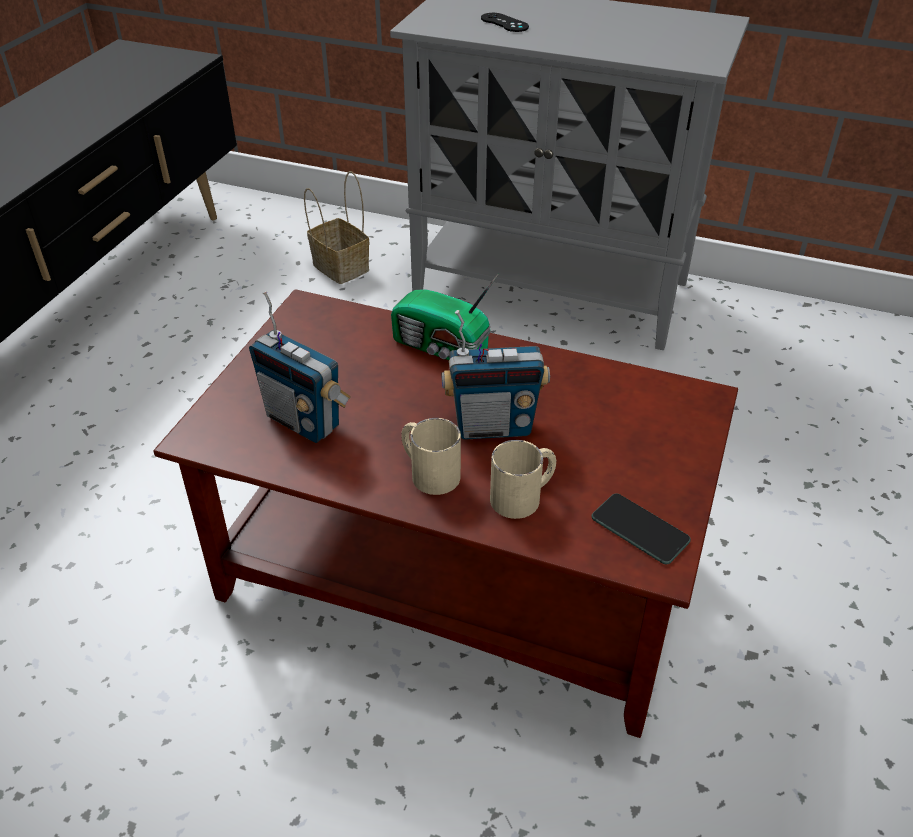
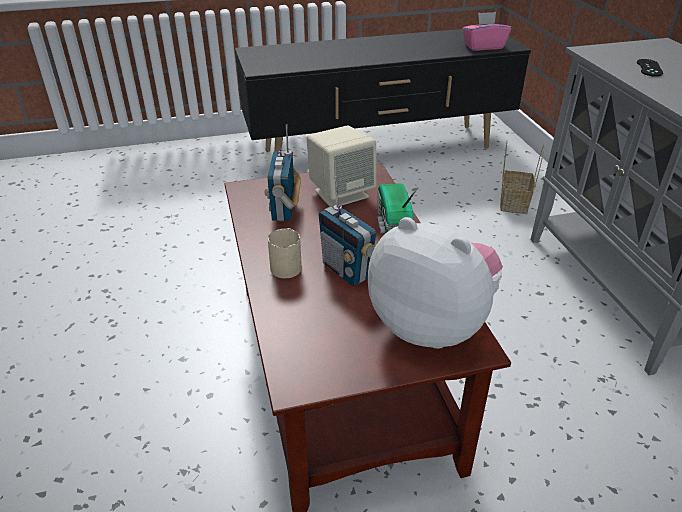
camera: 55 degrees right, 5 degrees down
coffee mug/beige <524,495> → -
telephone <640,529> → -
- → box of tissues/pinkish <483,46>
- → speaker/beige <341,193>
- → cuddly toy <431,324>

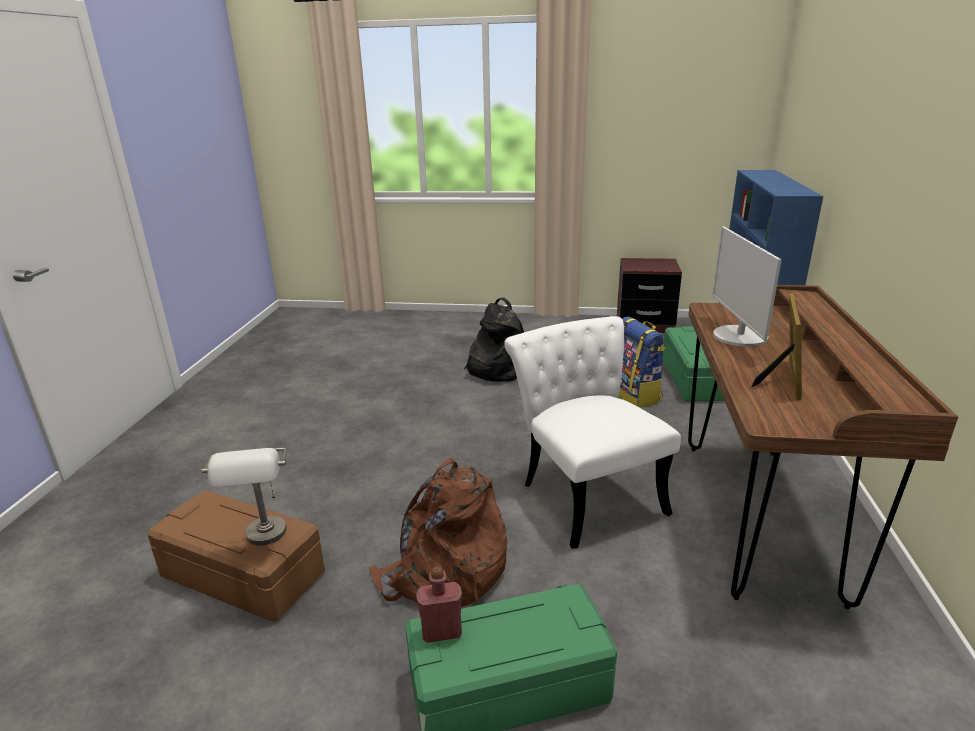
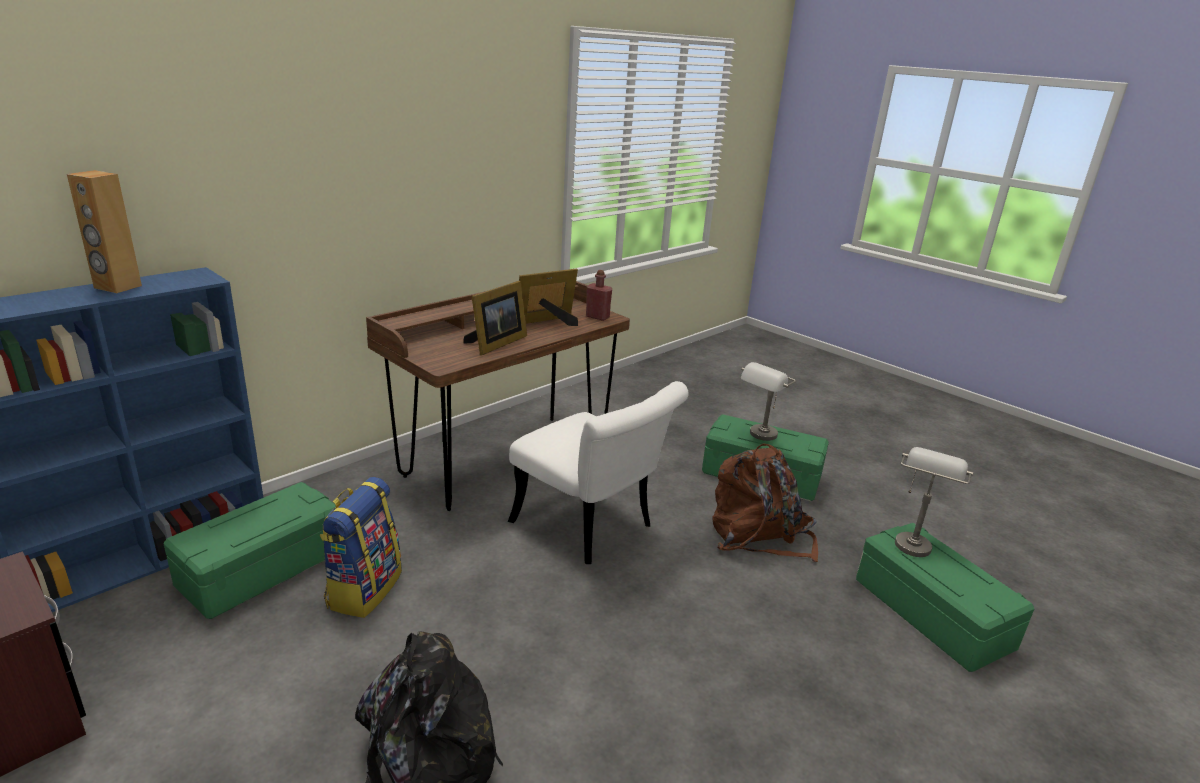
camera: 145 degrees left, 0 degrees up
computer screen <739,337> → standing frame <495,343>
plain chair/white-coloured <585,493> → plain chair/white-coloured <591,528>, 60 degrees counterclockwise
storage box/brown <245,573> → storage box/green-coloured <930,613>
drink bottle/red <441,632> → drink bottle/red <597,317>, moved
- → speaker/brown <117,287>
- → lamp for a table/greyish <759,437>

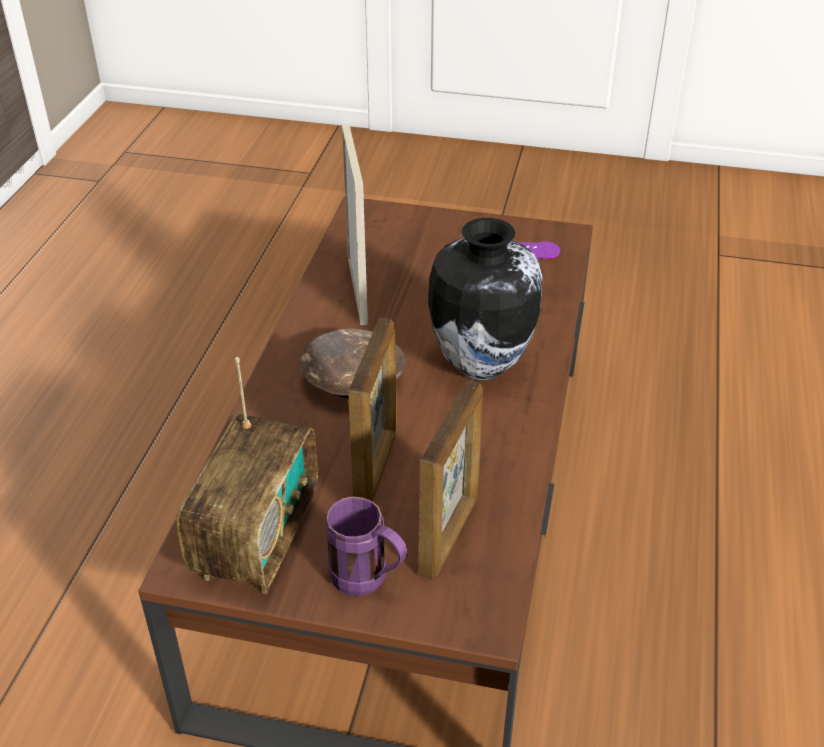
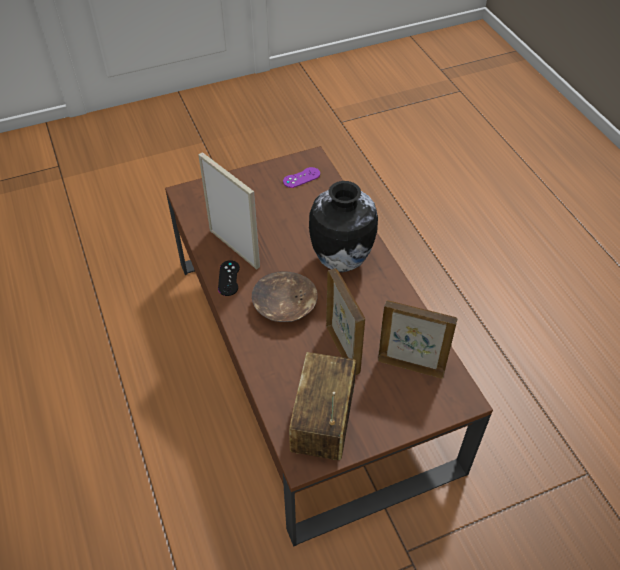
camera: 35 degrees left, 10 degrees up
radio <256,539> → radio <323,424>, 150 degrees counterclockwise
standing frame <449,535> → standing frame <410,365>, 60 degrees counterclockwise
coffee mug/purplish <369,582> → -
- → game controller/blackish <229,278>

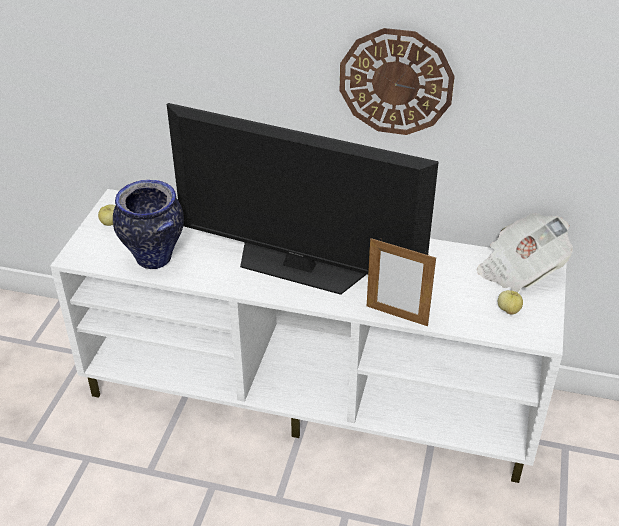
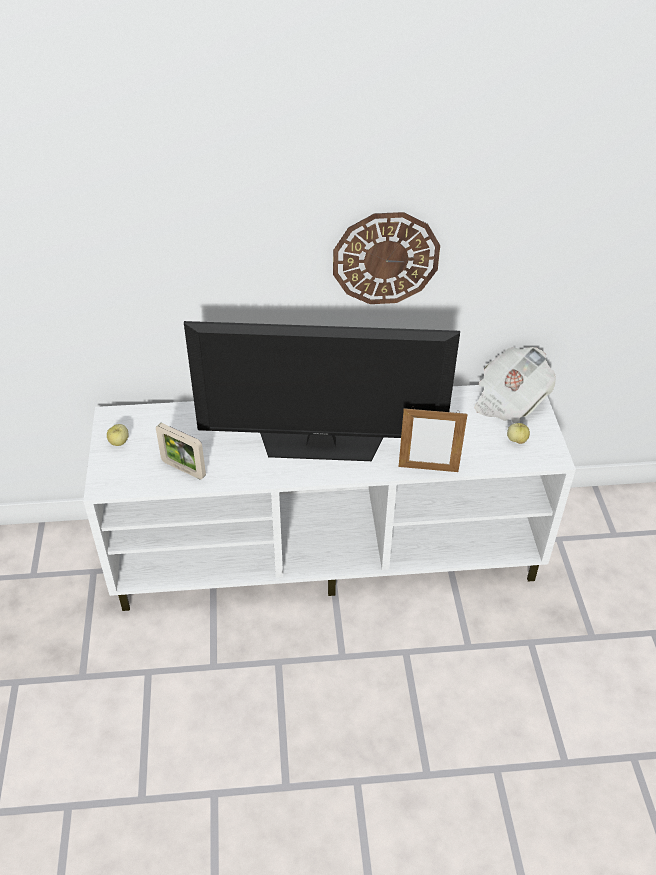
camera: 20 degrees left, 5 degrees up
flower vase <155,259> → standing frame <183,469>

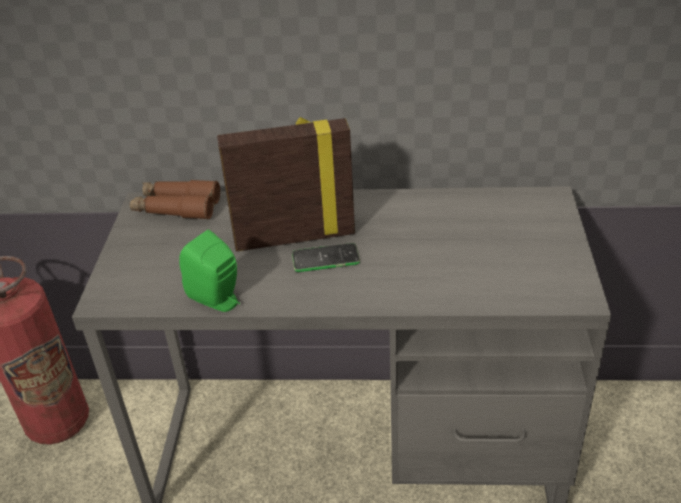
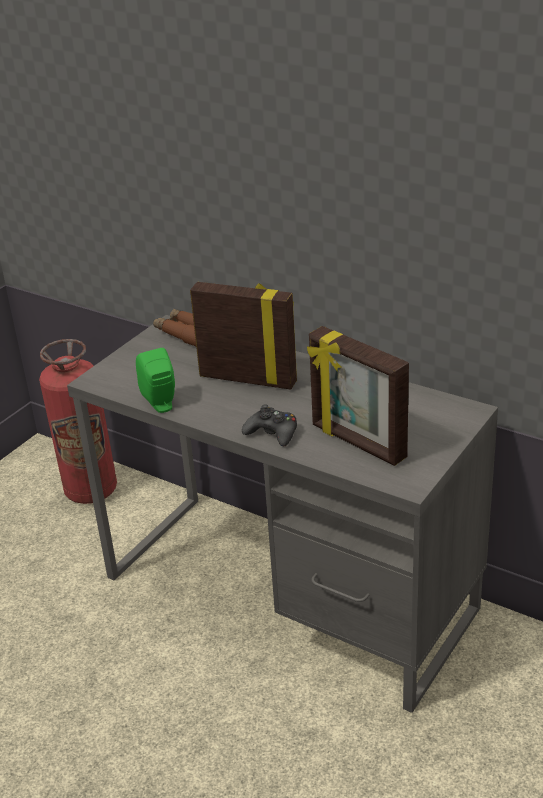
camera: 30 degrees right, 5 degrees down
telephone <325,259> → -
- → standing frame <357,443>
- → game controller/blackish <272,433>

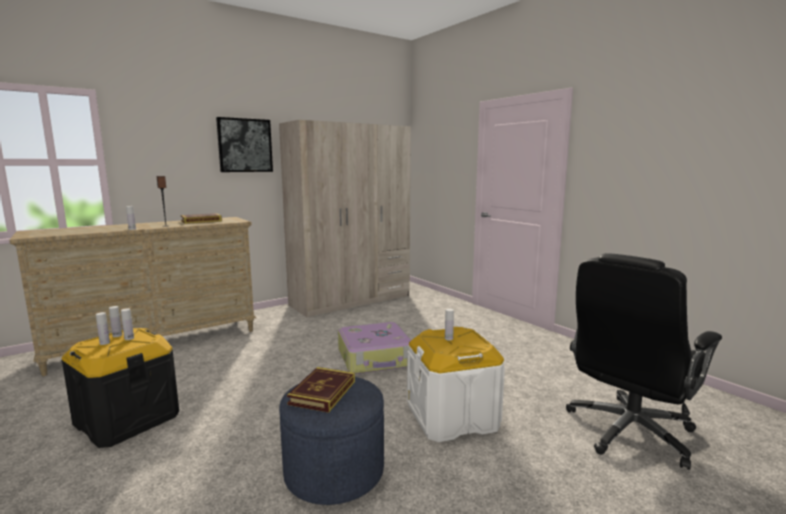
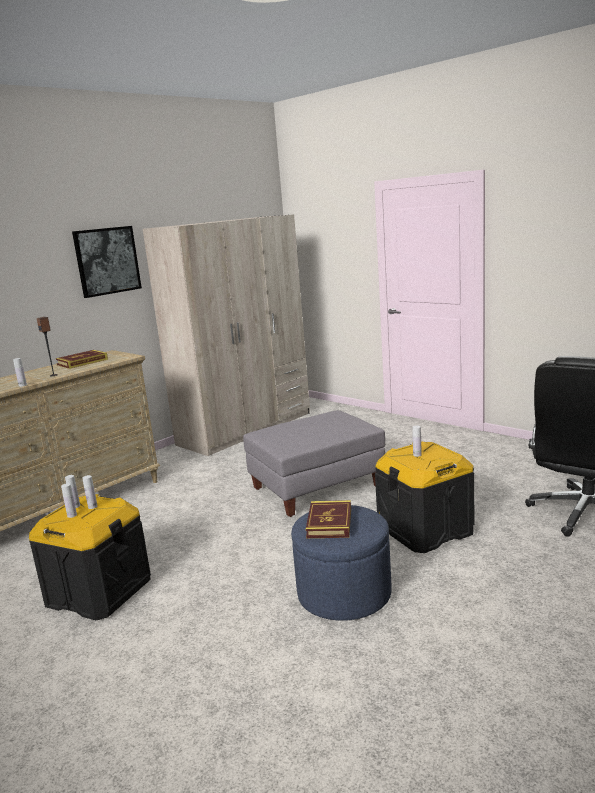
camera: 10 degrees left, 5 degrees up
travel case <375,358> → ottoman/greyish <316,488>
storage box/white-coloured <452,416> → storage box/blackish <425,529>

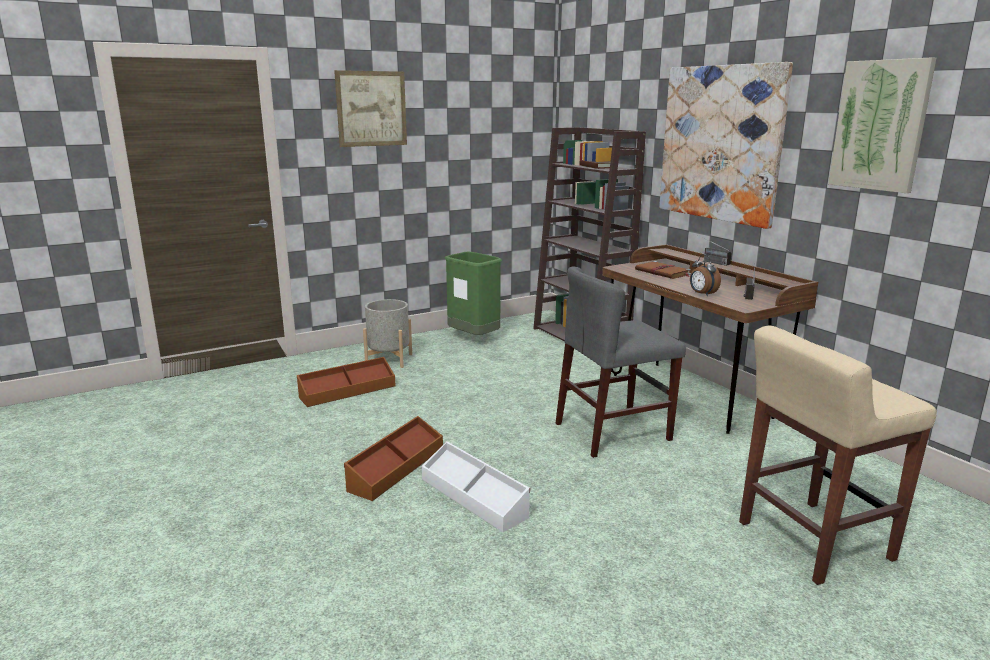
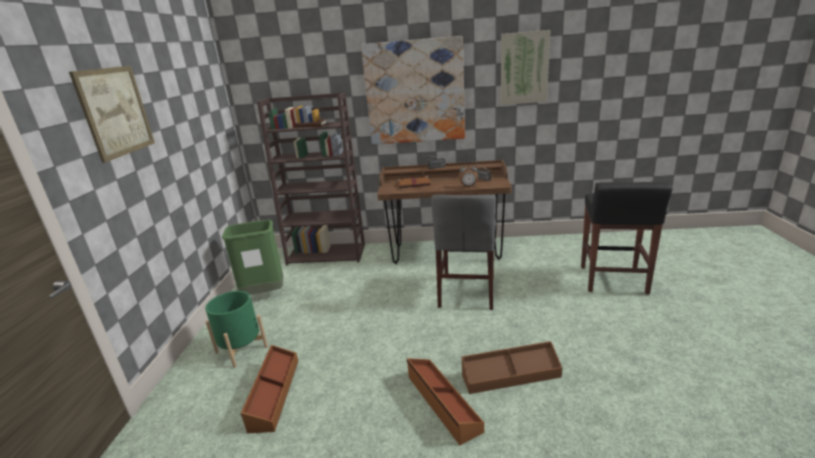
camera: 55 degrees left, 5 degrees up
flower pot/greyish <389,360> → flower pot/green-coloured <241,349>
stool seat/beige <812,541> → stool seat/blackish <613,280>
storage box/white-coloured <474,497> → storage box/brown <510,375>

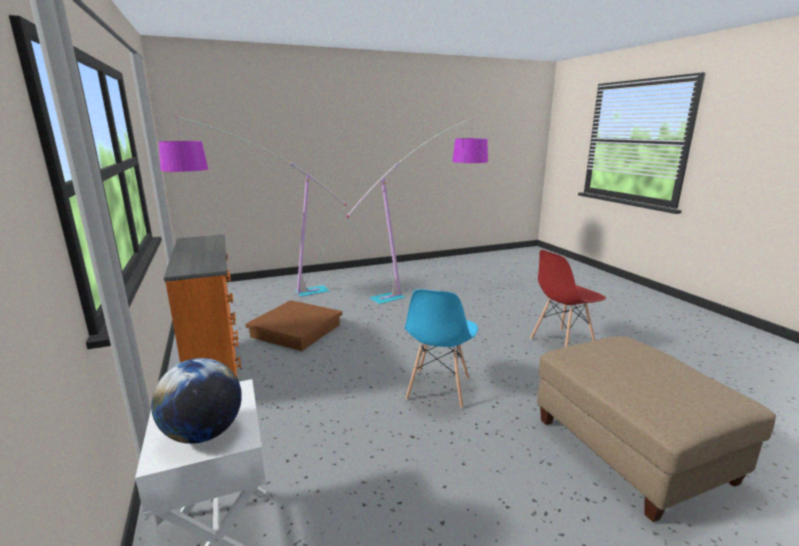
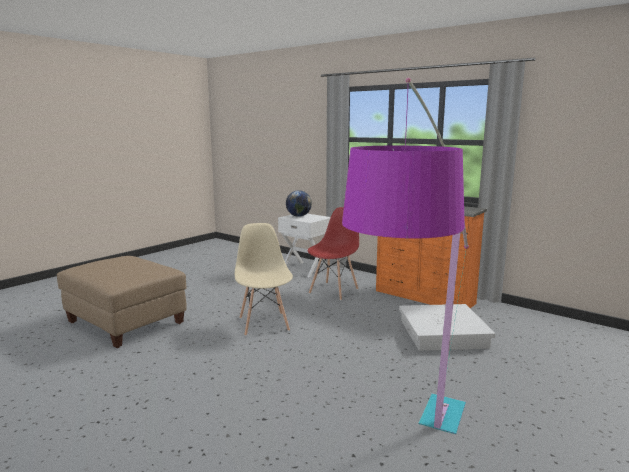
camera: 150 degrees right, 5 degrees down
floor lamp <256,300> → -
plain chair/red <562,342> → plain chair/red <334,291>, moved
plain chair/blue <438,389> → plain chair/beige <264,323>
storage box/brown <296,331> → storage box/white-coloured <442,333>

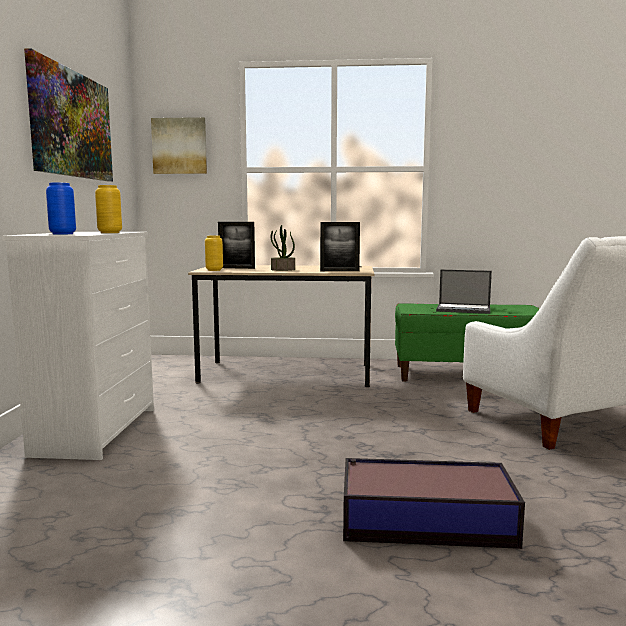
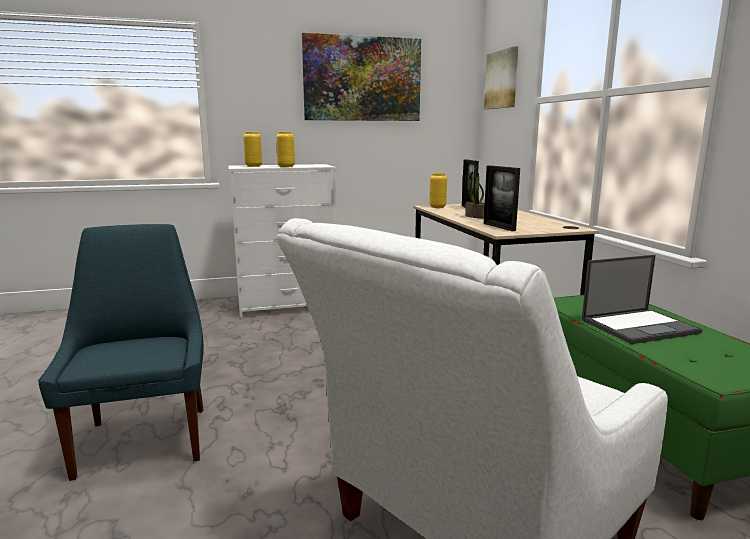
camera: 70 degrees right, 5 degrees up
flower vase/blue <62,234> → flower vase/yellowish <253,166>
laptop <464,309> → laptop <640,326>, 105 degrees counterclockwise
storage box <423,520> → plain chair/blue <145,438>

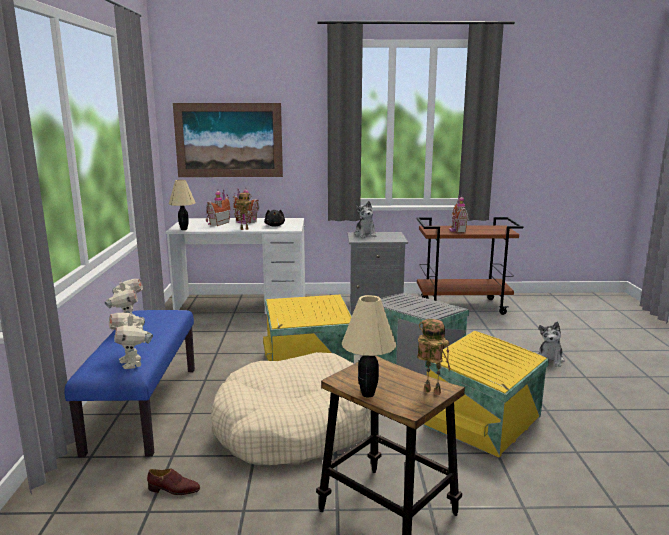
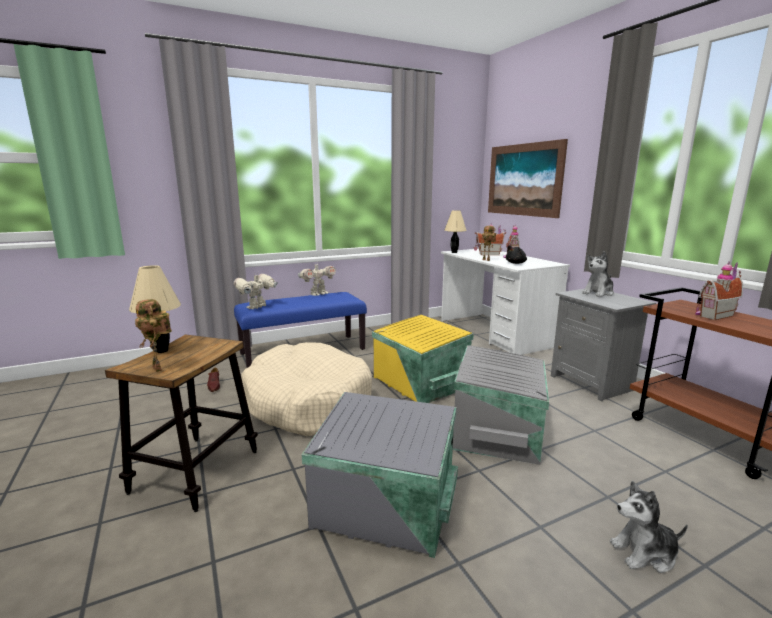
camera: 65 degrees right, 0 degrees up
toy robot <430,392> → toy robot <159,368>, 135 degrees clockwise
storage box/yellowish <485,421> → storage box/greyish <385,506>

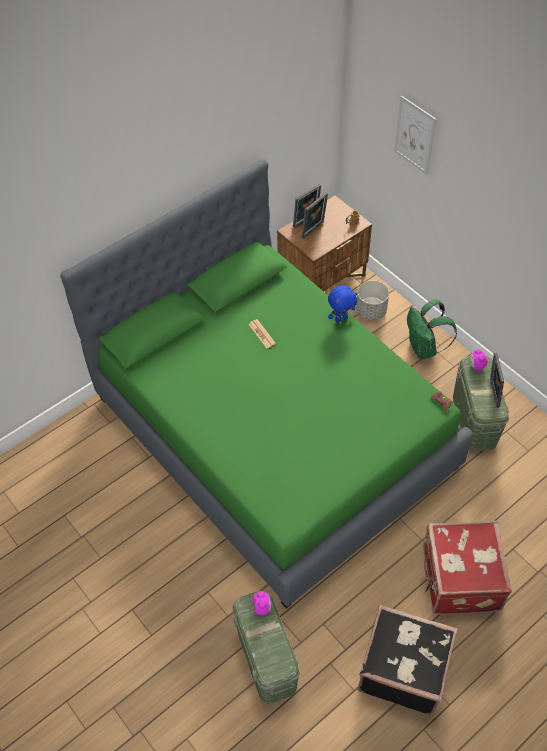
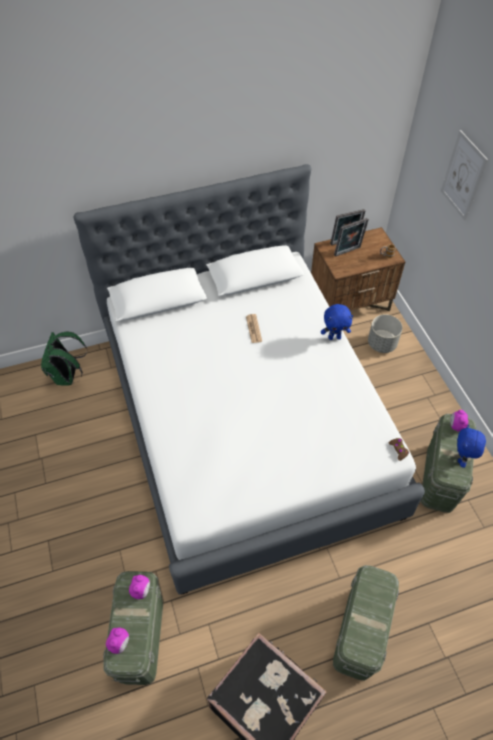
camera: 20 degrees right, 0 degrees up
bedroom bed/green-coloured <274,431> → bedroom bed/white-coloured <246,423>
backpack/green-coloured <424,349> → backpack/green-coloured <68,376>, moved
standing frame <492,393> → cuddly toy/blue <461,458>
travel case/red <458,579> → storage box/green-coloured <359,633>
- → alarm clock <120,643>

